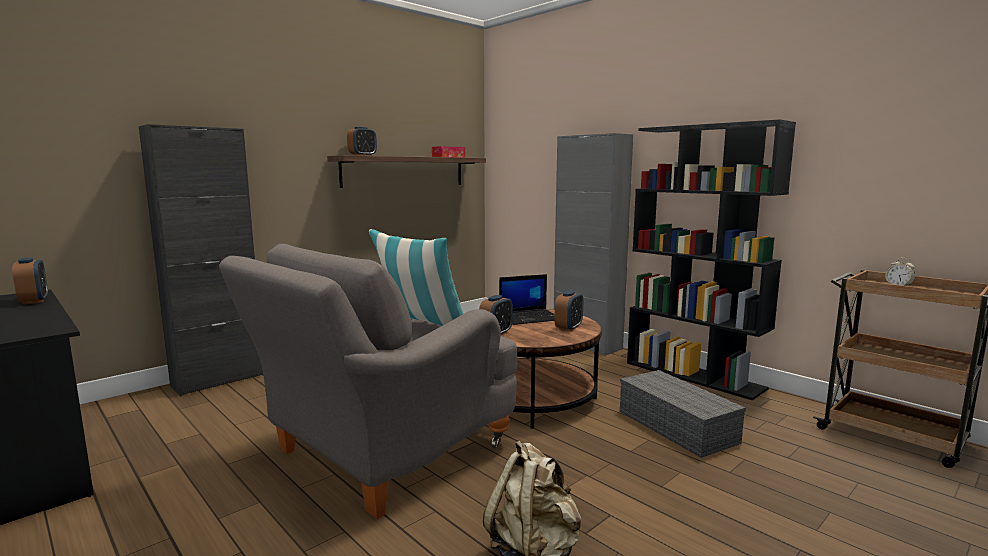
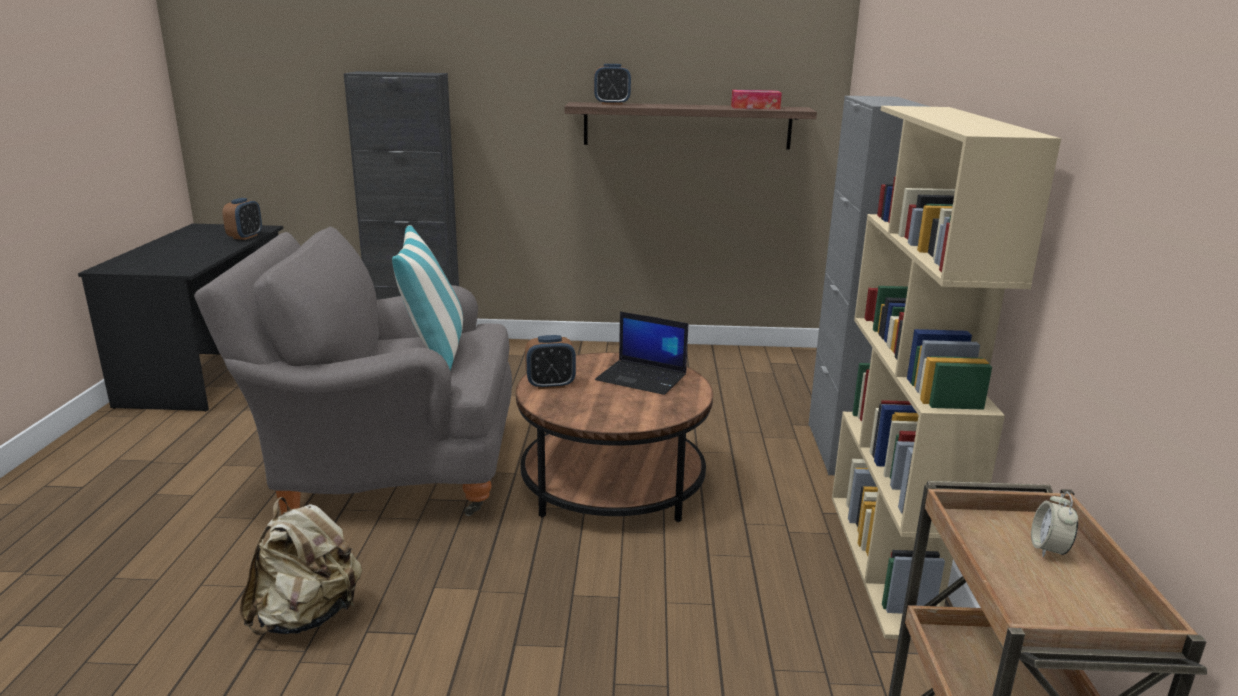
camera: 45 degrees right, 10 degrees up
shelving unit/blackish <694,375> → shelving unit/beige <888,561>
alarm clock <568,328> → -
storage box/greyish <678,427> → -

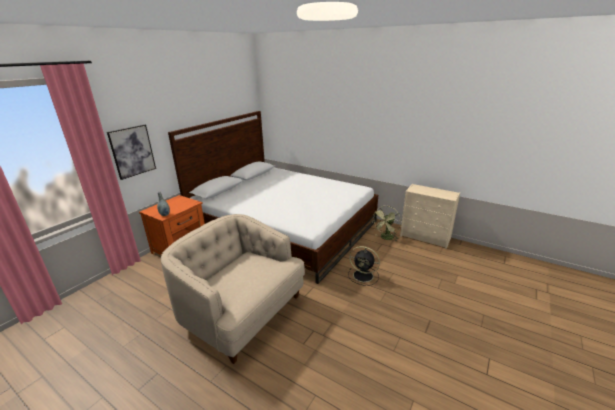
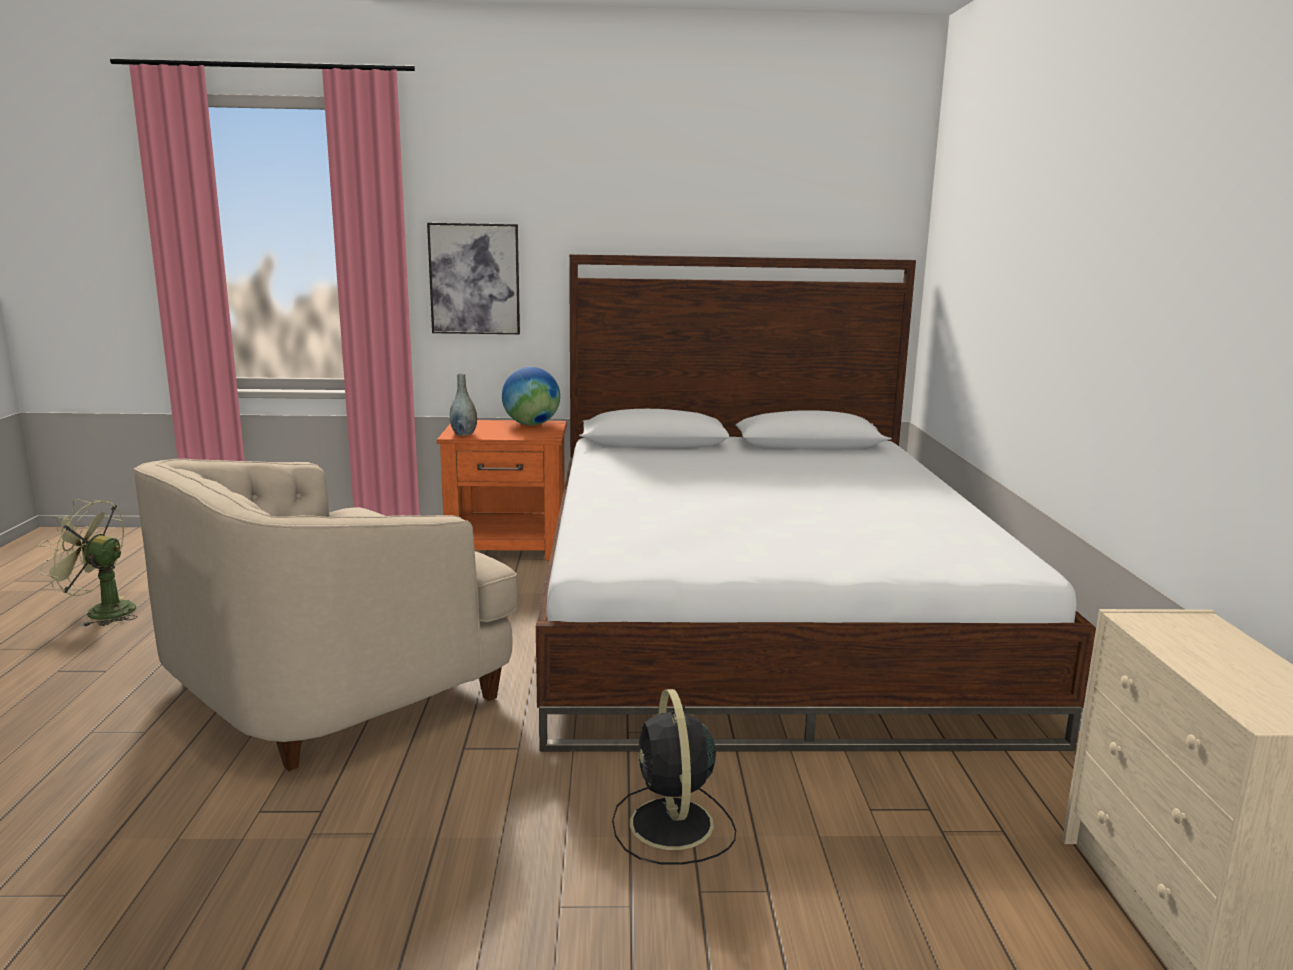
camera: 55 degrees right, 10 degrees down
cooling fan/green-coloured <386,238> → cooling fan/green-coloured <100,612>, moved
armchair/beige <241,312> → armchair/beige <334,686>, 135 degrees counterclockwise
- → desk globe <531,424>

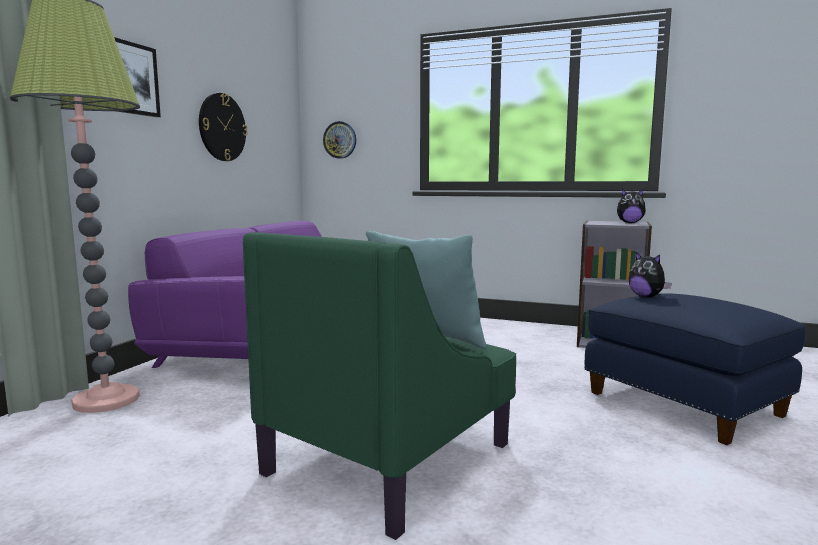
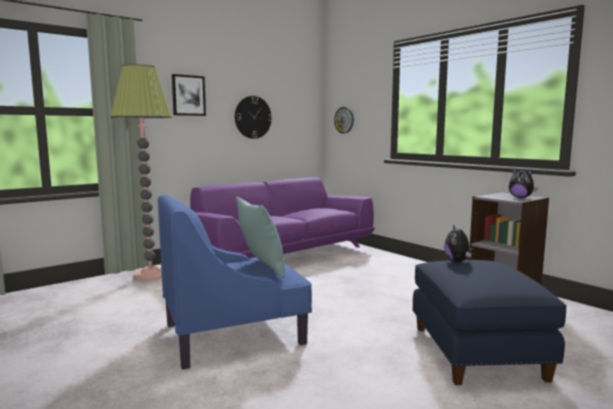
camera: 30 degrees right, 0 degrees up
armchair/green-coloured <392,457> → armchair/blue <235,333>

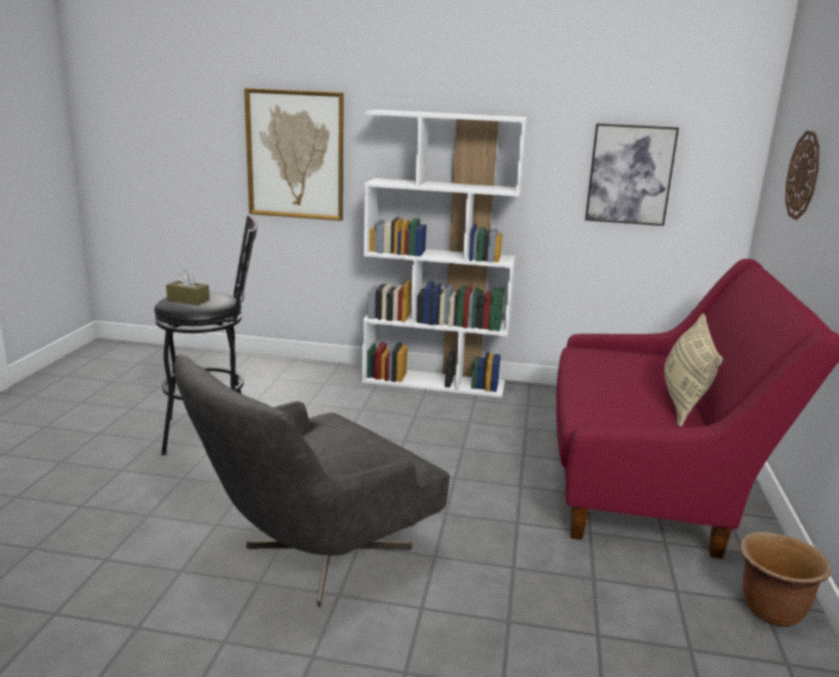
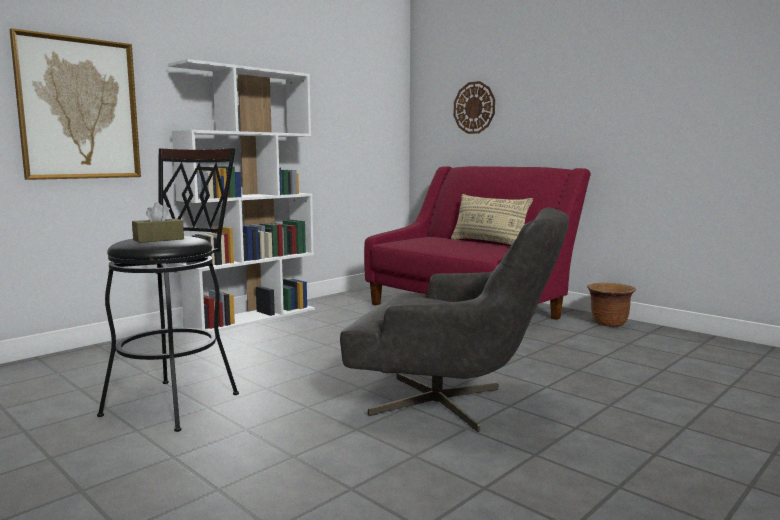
camera: 55 degrees left, 10 degrees down
wall picture <630,174> → -
armchair/greyish <312,559> → armchair/greyish <454,404>, 60 degrees counterclockwise

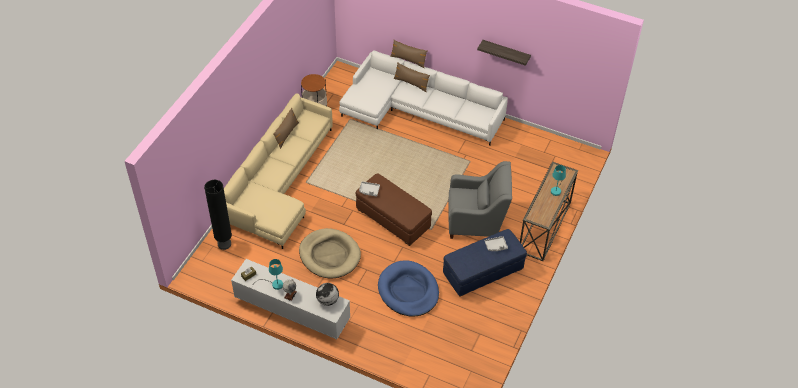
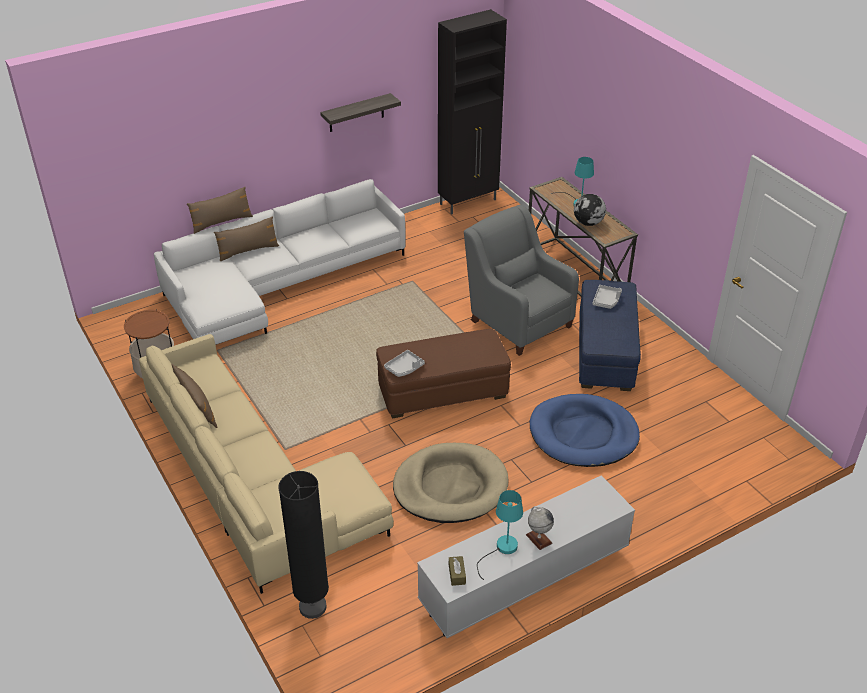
camera: 55 degrees left, 10 degrees down
armchair/greyish <476,221> → armchair/greyish <517,320>, 75 degrees counterclockwise
desk globe <327,300> → desk globe <588,223>, moved
- → cabinet/blackish <469,202>

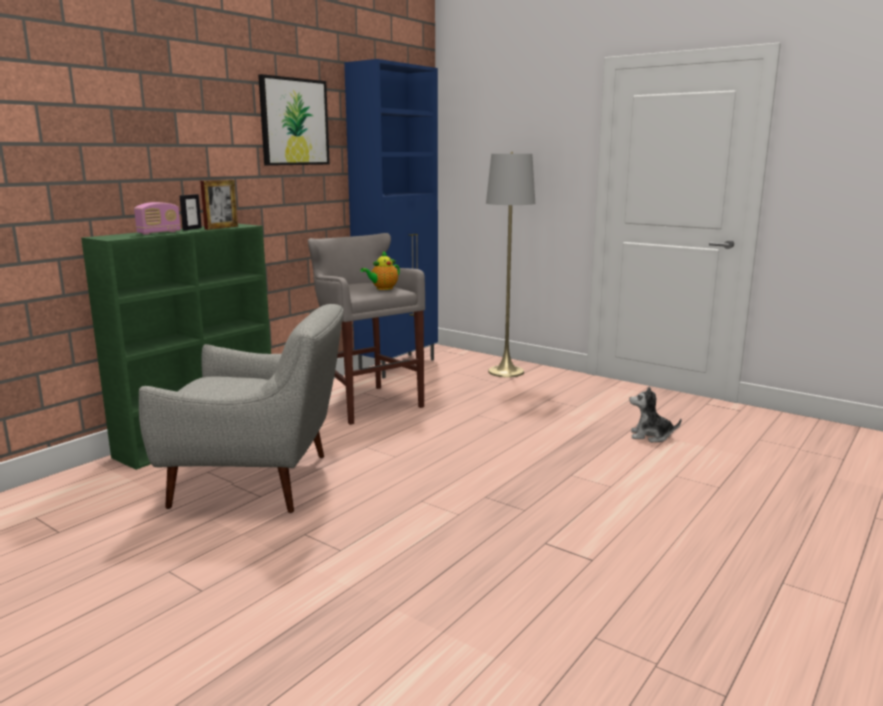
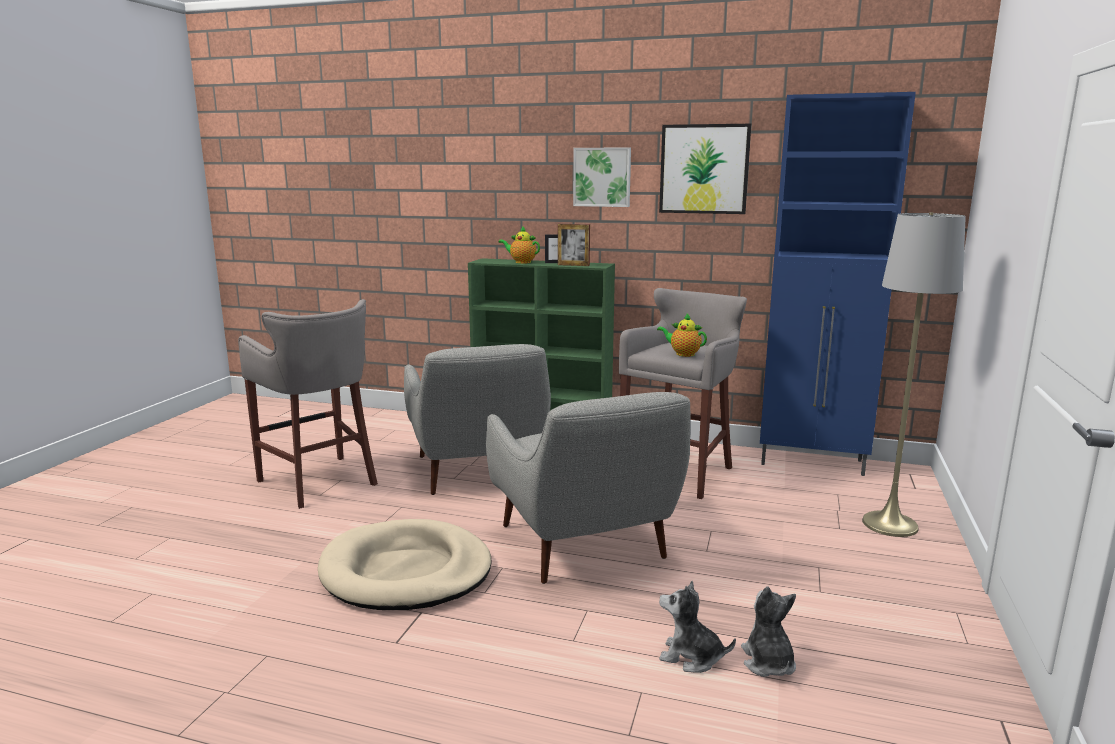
camera: 70 degrees right, 0 degrees up
radio <159,233> → teapot <521,262>
- → wall picture <602,177>
- → stool seat/greyish <320,483>
- → armchair/greyish <585,545>
- → dog bed/beige <406,571>
- → cuddly toy <691,657>

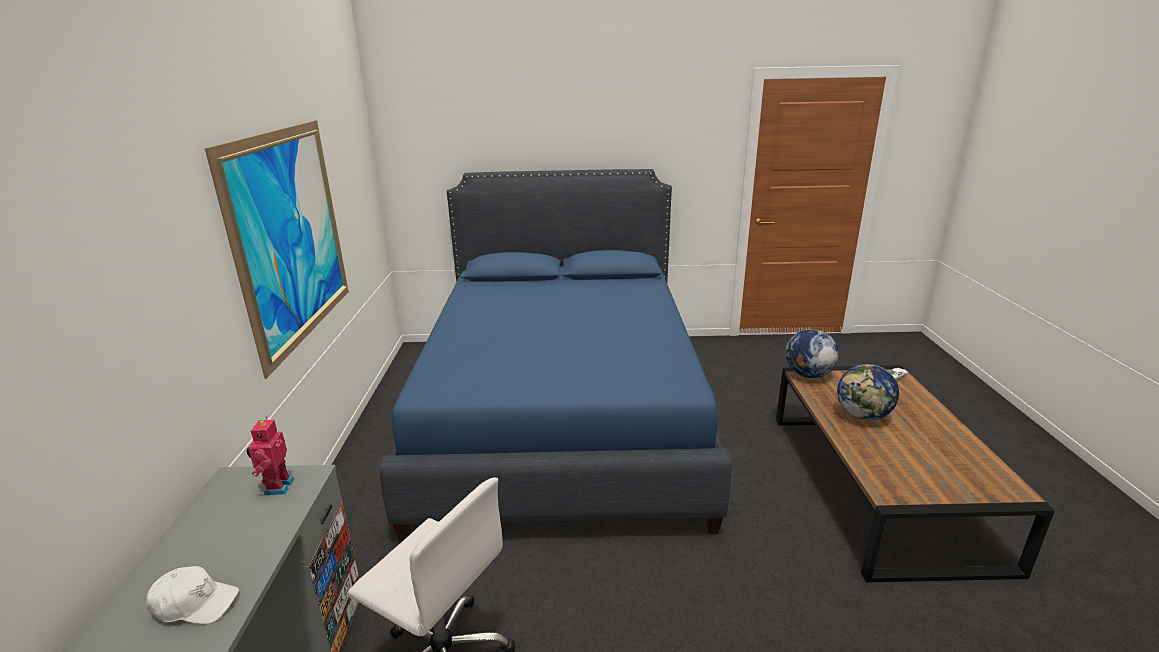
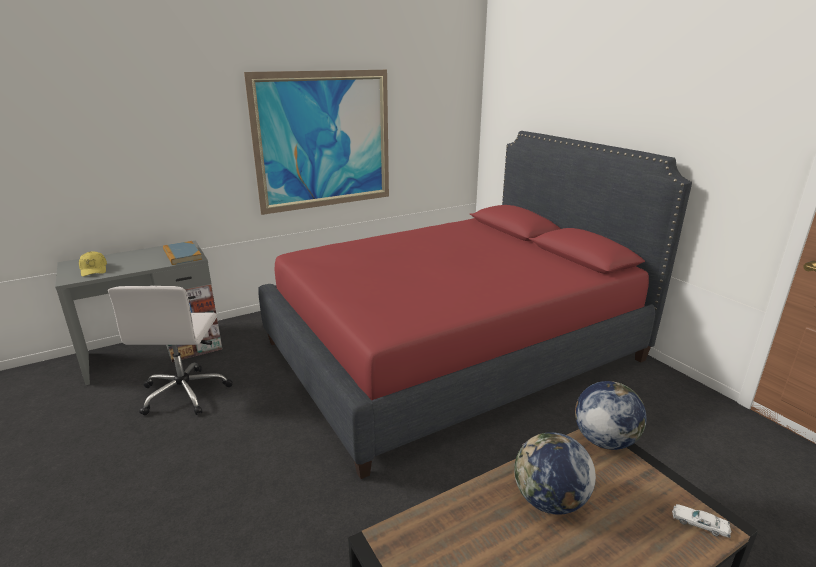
camera: 60 degrees right, 0 degrees up
bedroom bed/blue <562,414> → bedroom bed/red <453,351>
toy robot <277,487> → bound book <182,255>
peaked cap/white-coloured <195,604> → peaked cap/yellowish <94,269>

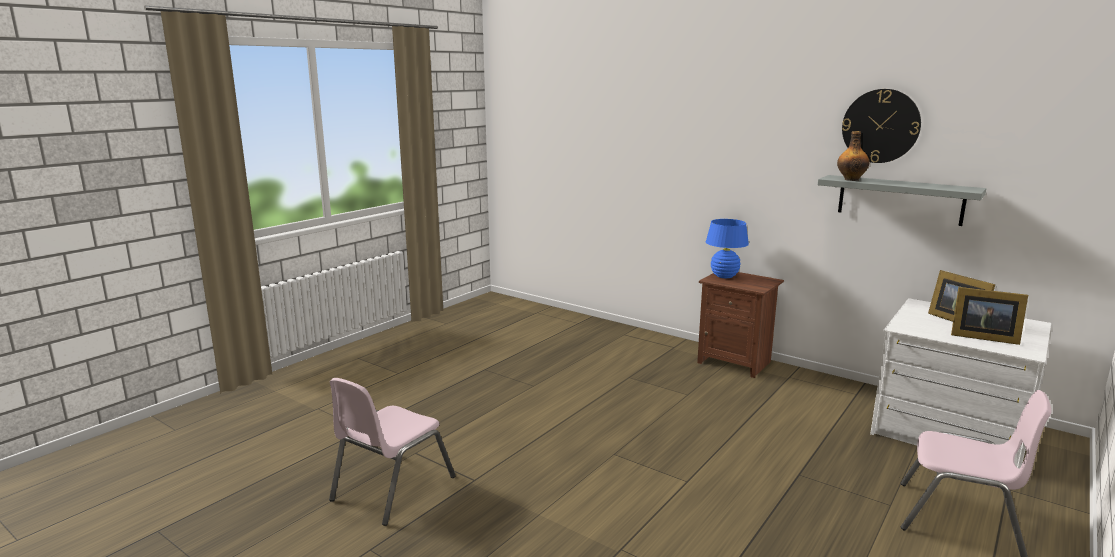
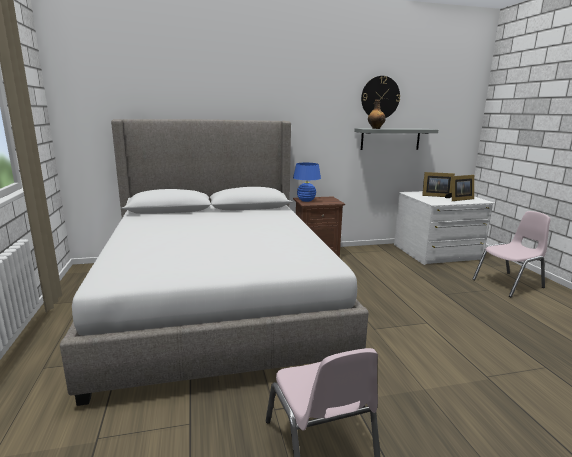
camera: 50 degrees left, 0 degrees up
- → bedroom bed <217,302>

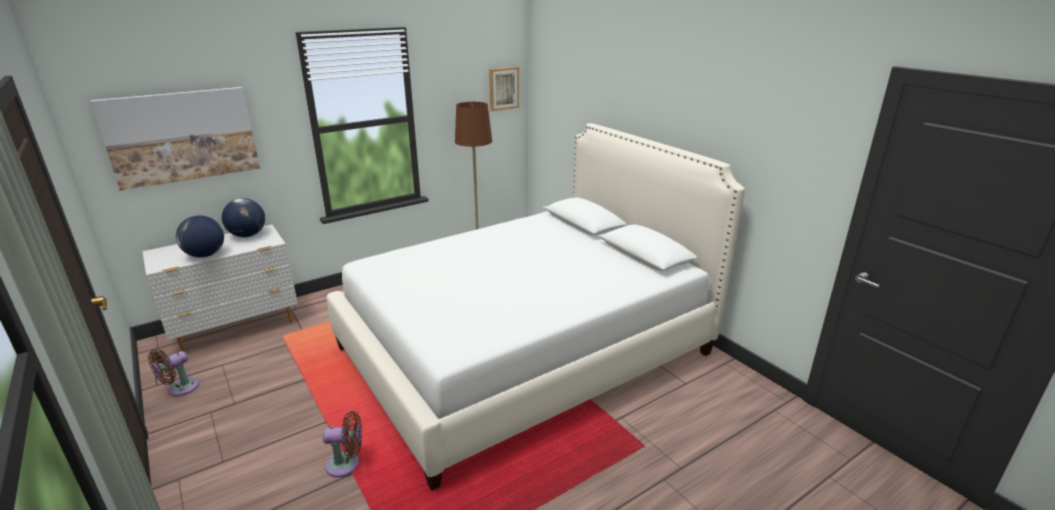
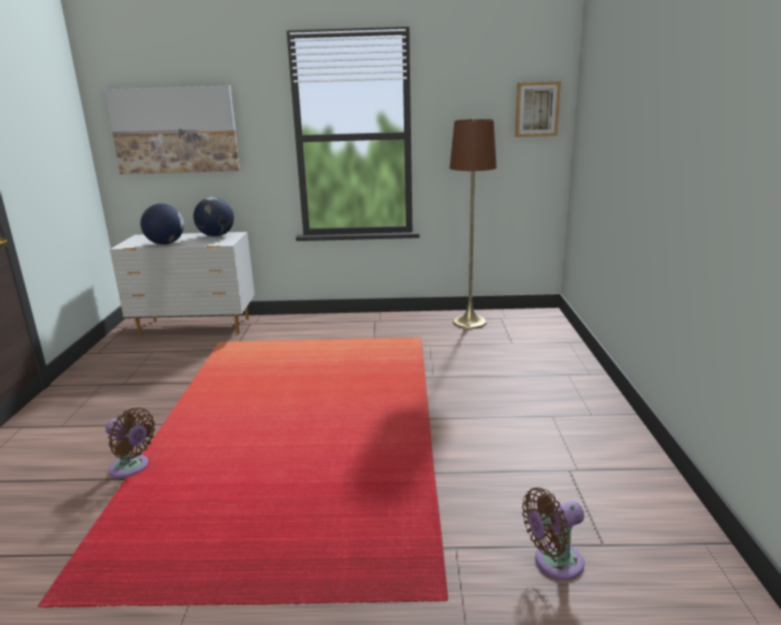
camera: 35 degrees right, 5 degrees down
bedroom bed/white-coloured <525,350> → -
cooling fan/brown <180,389> → cooling fan/brown <554,563>, moved

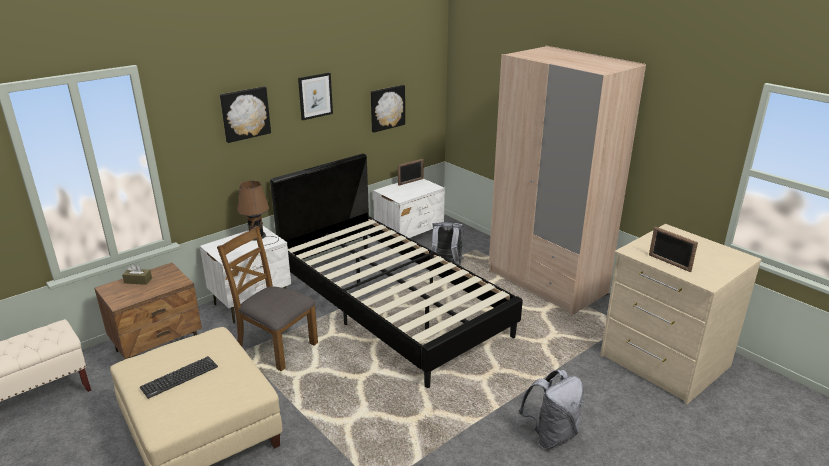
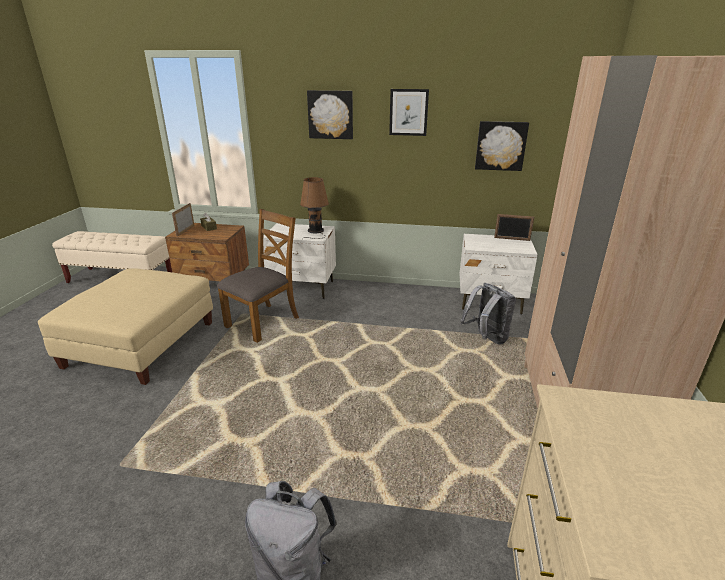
camera: 50 degrees right, 0 degrees up
bedroom bed/blackish <390,305> → -
plain chair/brown <276,346> → plain chair/brown <263,322>, 45 degrees clockwise
standing frame <669,263> → standing frame <185,230>, moved
keyboard <180,377> → -

